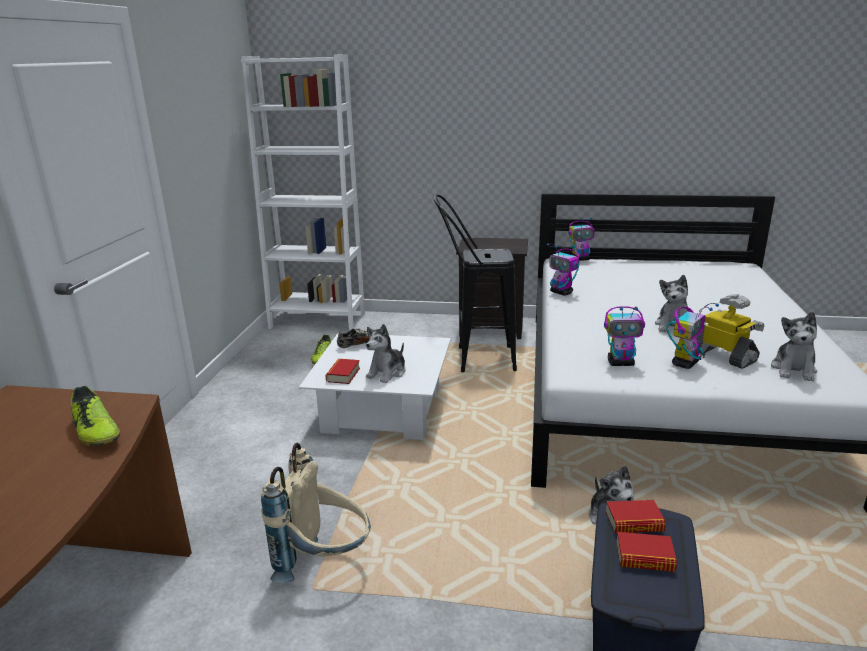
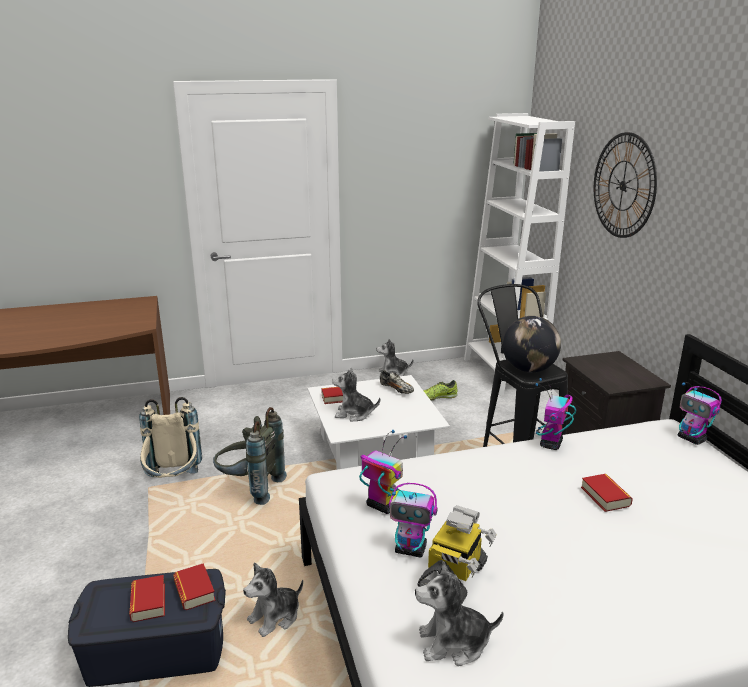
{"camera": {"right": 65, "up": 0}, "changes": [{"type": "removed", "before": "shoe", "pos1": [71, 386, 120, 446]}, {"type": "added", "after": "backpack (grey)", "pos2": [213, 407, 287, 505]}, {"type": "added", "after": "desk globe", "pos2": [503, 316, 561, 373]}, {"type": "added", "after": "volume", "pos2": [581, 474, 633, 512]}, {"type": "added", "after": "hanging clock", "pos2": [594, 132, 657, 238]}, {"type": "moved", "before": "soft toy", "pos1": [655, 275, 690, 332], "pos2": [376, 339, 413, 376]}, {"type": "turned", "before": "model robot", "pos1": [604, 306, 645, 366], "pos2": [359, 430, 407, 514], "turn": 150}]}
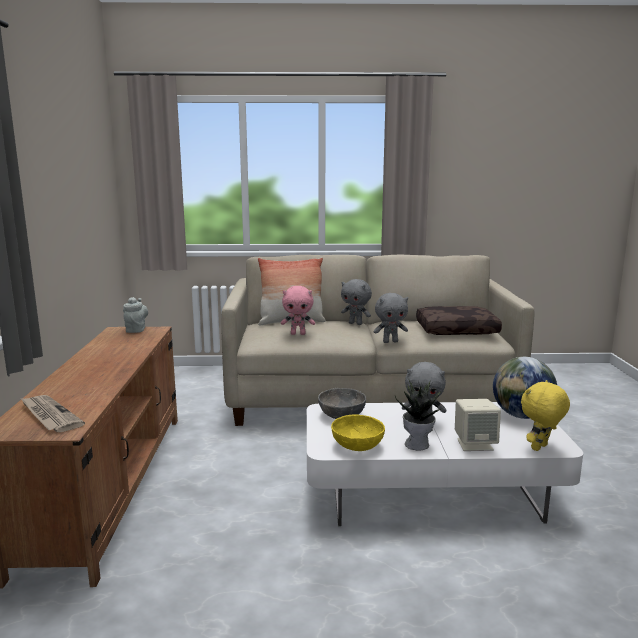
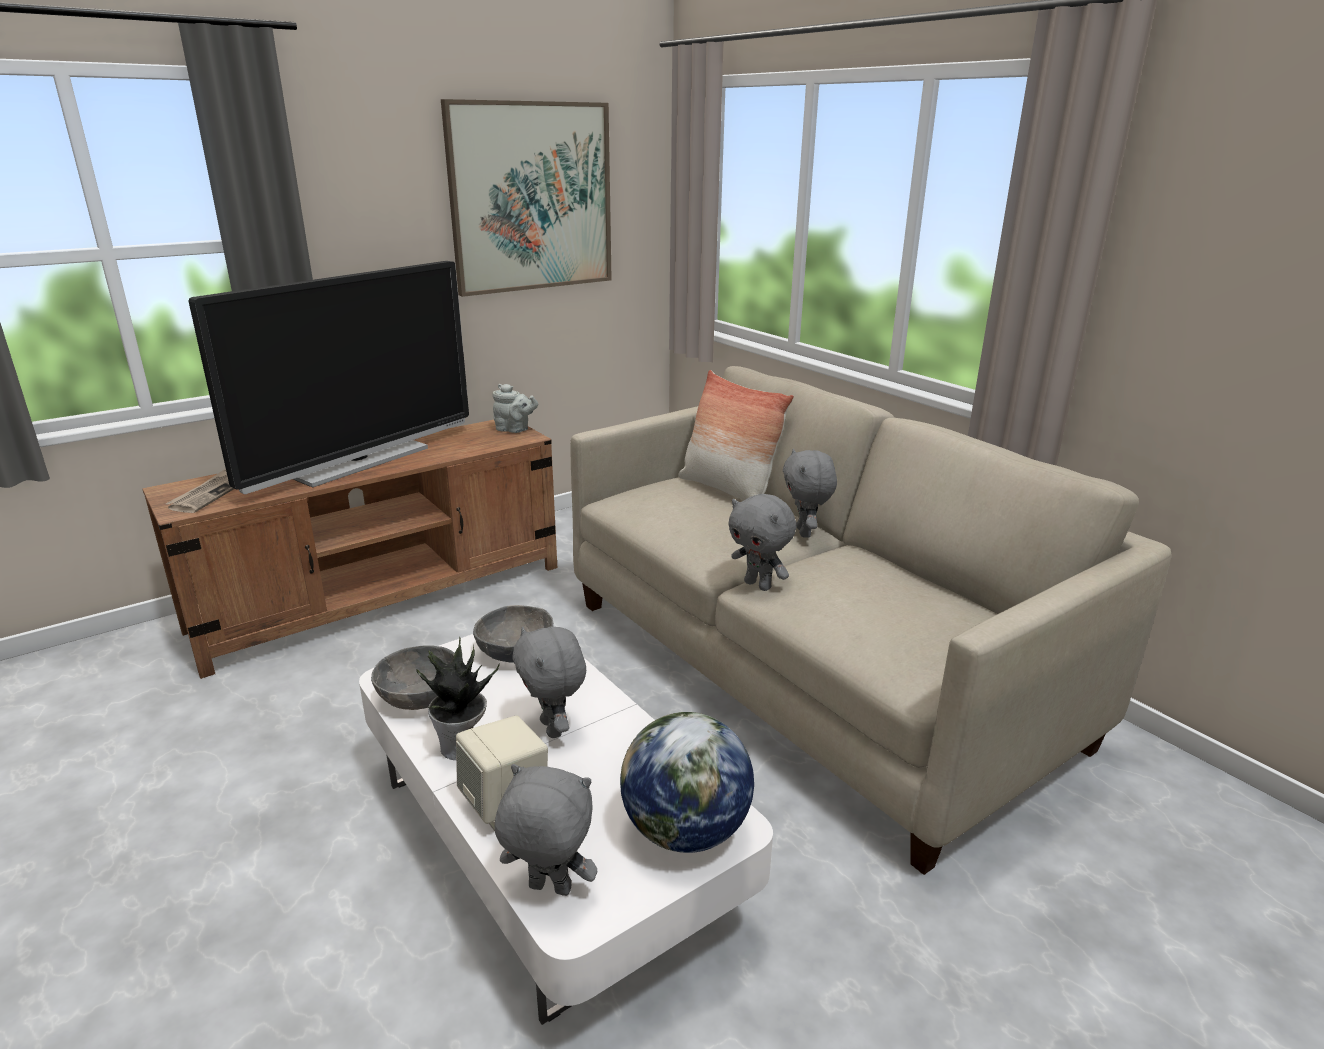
{"camera": {"right": 55, "up": 10}, "changes": [{"type": "removed", "before": "soft toy (pink-coloured)", "pos1": [281, 286, 315, 335]}, {"type": "removed", "before": "pillow (brown-coloured)", "pos1": [416, 306, 502, 335]}, {"type": "added", "after": "television", "pos2": [189, 261, 469, 494]}, {"type": "added", "after": "wall art", "pos2": [441, 99, 612, 297]}, {"type": "recoloured", "before": "bowl (yellow-coloured)", "after": "bowl (grey)", "pos1": [331, 414, 385, 451], "pos2": [371, 645, 455, 710]}, {"type": "recoloured", "before": "soft toy (yellow-coloured)", "after": "soft toy (grey)", "pos1": [521, 380, 570, 451], "pos2": [495, 764, 597, 896]}, {"type": "turned", "before": "tea pot (grey)", "pos1": [123, 297, 148, 333], "pos2": [493, 384, 538, 433], "turn": 60}]}
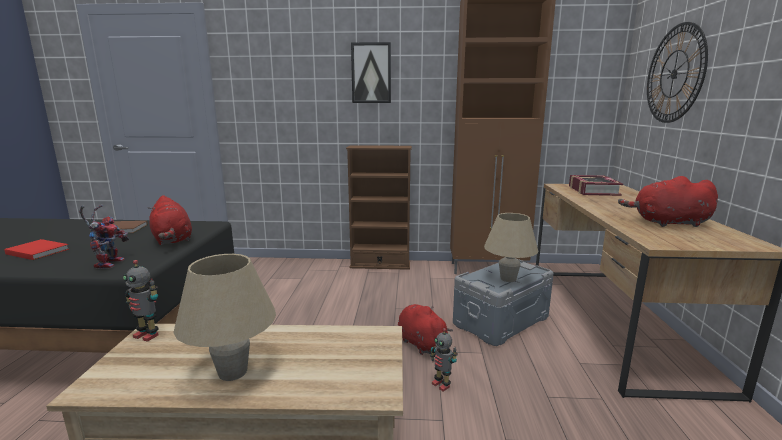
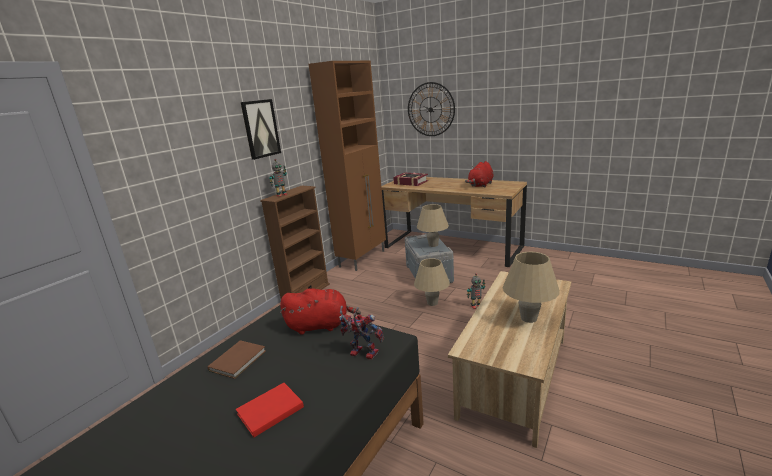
{"camera": {"right": -60, "up": 5}, "changes": [{"type": "moved", "before": "model robot", "pos1": [123, 260, 159, 342], "pos2": [269, 159, 288, 197]}, {"type": "replaced", "before": "soft toy (reddish)", "after": "table lamp (sand-coloured)", "pos1": [398, 304, 453, 355], "pos2": [414, 258, 450, 306]}]}
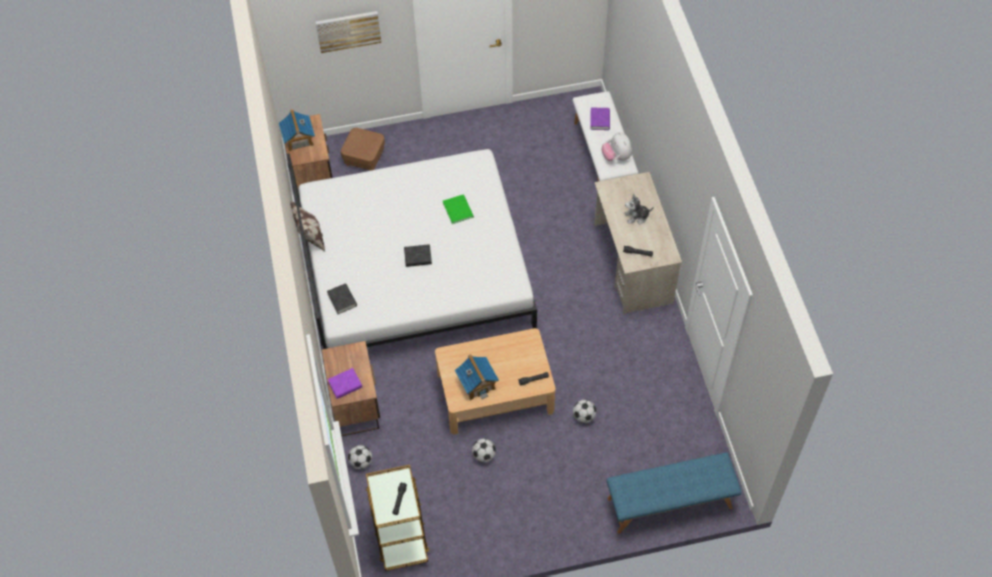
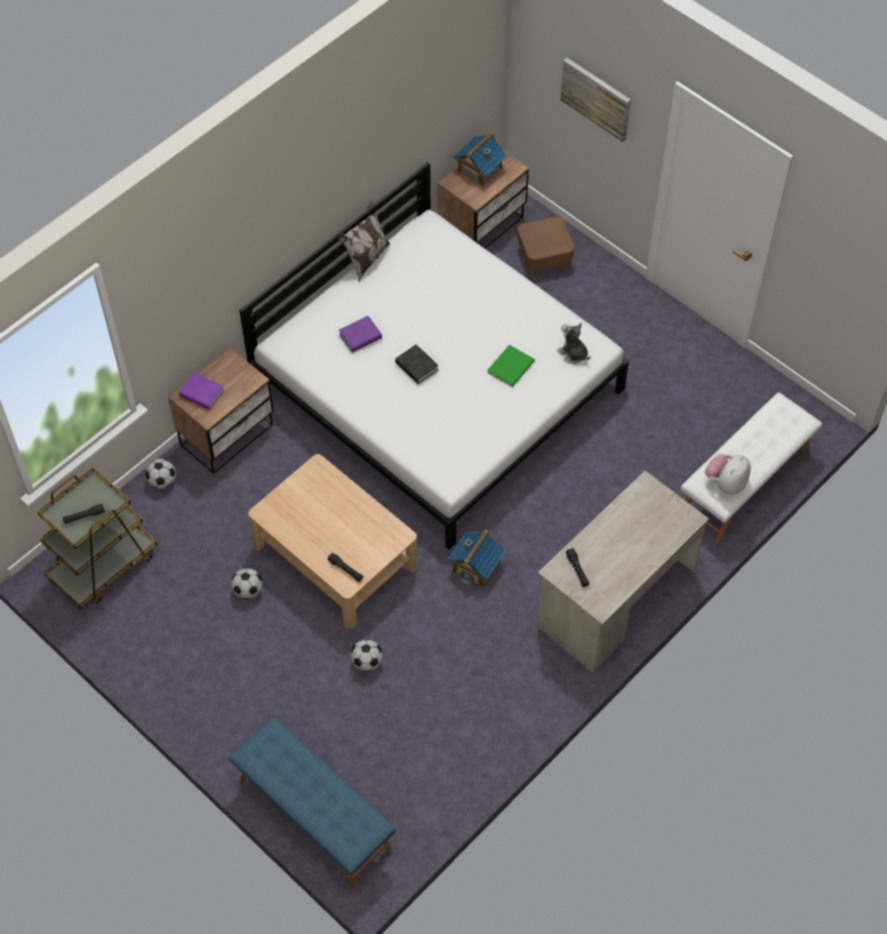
{"camera": {"right": 55, "up": 0}, "changes": [{"type": "removed", "before": "volume (black-coloured)", "pos1": [327, 283, 357, 314]}, {"type": "moved", "before": "model house", "pos1": [455, 355, 499, 400], "pos2": [447, 529, 505, 588]}, {"type": "moved", "before": "volume (purplish)", "pos1": [590, 108, 610, 130], "pos2": [339, 316, 382, 353]}, {"type": "moved", "before": "soft toy", "pos1": [625, 193, 654, 224], "pos2": [557, 323, 591, 364]}]}
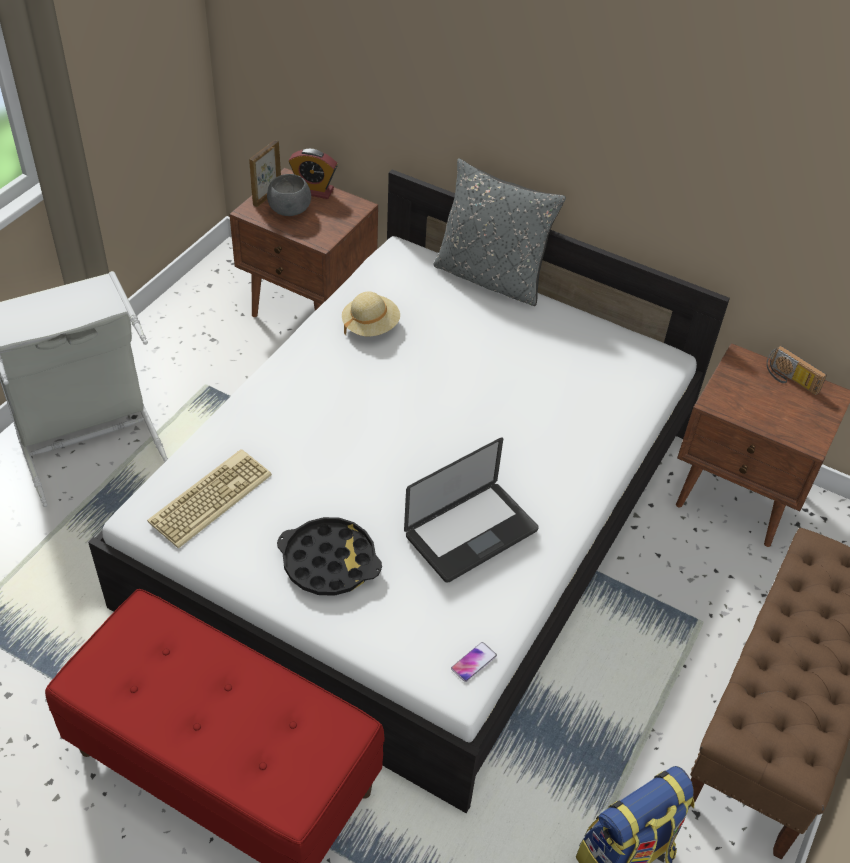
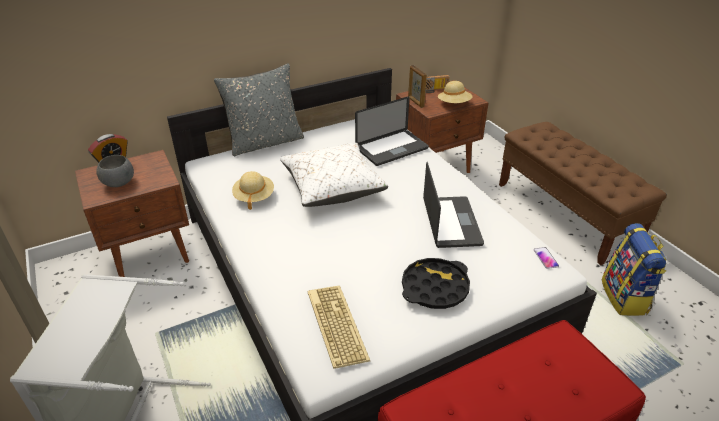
{"camera": {"right": -55, "up": -10}, "changes": [{"type": "added", "after": "pillow (whitish)", "pos2": [280, 143, 388, 207]}, {"type": "added", "after": "notebook computer", "pos2": [355, 97, 429, 166]}, {"type": "added", "after": "clothing hat (sand-coloured)", "pos2": [438, 81, 473, 103]}, {"type": "moved", "before": "picture frame", "pos1": [249, 140, 281, 207], "pos2": [408, 65, 427, 108]}]}
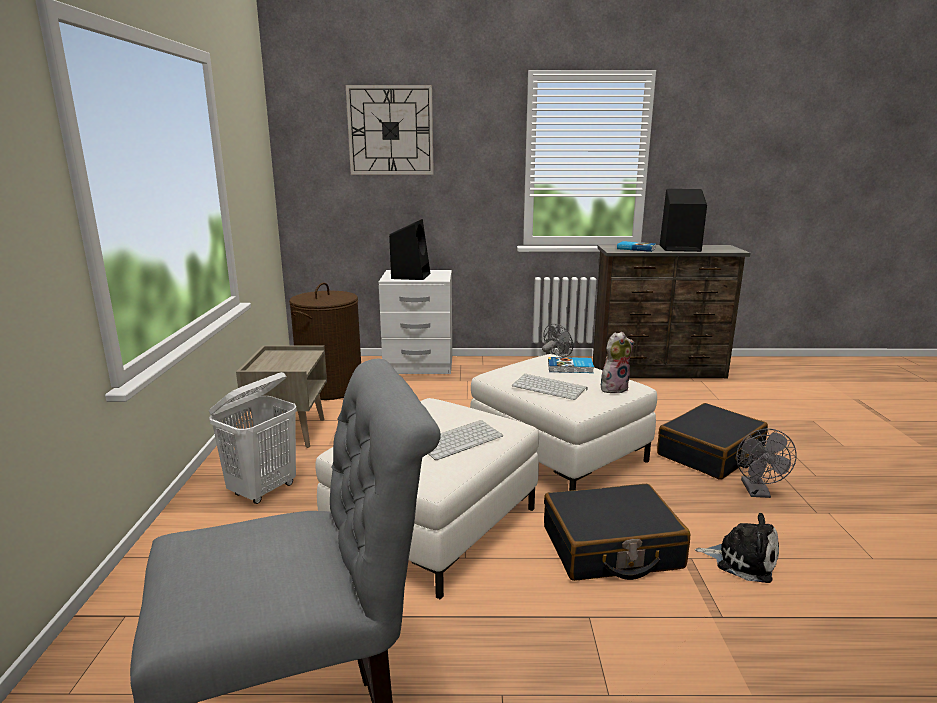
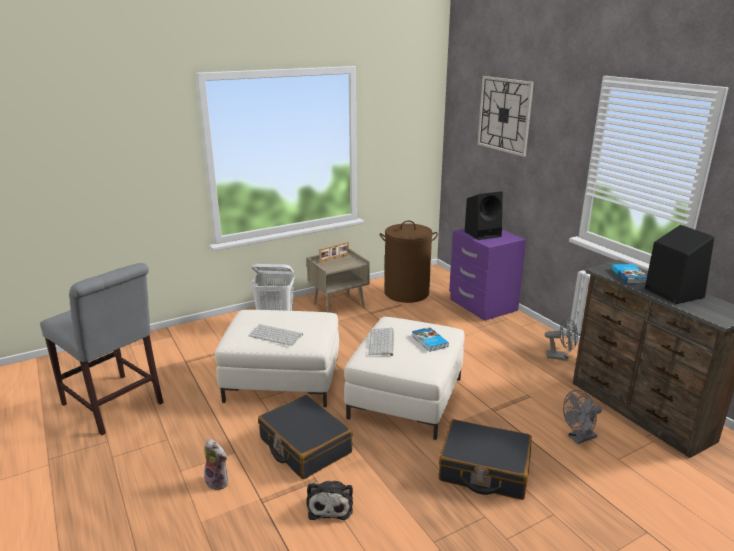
{"camera": {"right": 60, "up": 5}, "changes": [{"type": "added", "after": "picture frame", "pos2": [319, 242, 349, 263]}, {"type": "moved", "before": "soft toy", "pos1": [601, 332, 634, 393], "pos2": [204, 439, 228, 491]}, {"type": "moved", "before": "fan (grey)", "pos1": [736, 428, 797, 498], "pos2": [563, 390, 602, 444]}, {"type": "recoloured", "before": "night table (whitish)", "after": "night table (purplish)", "pos1": [379, 270, 452, 374], "pos2": [449, 229, 526, 321]}]}
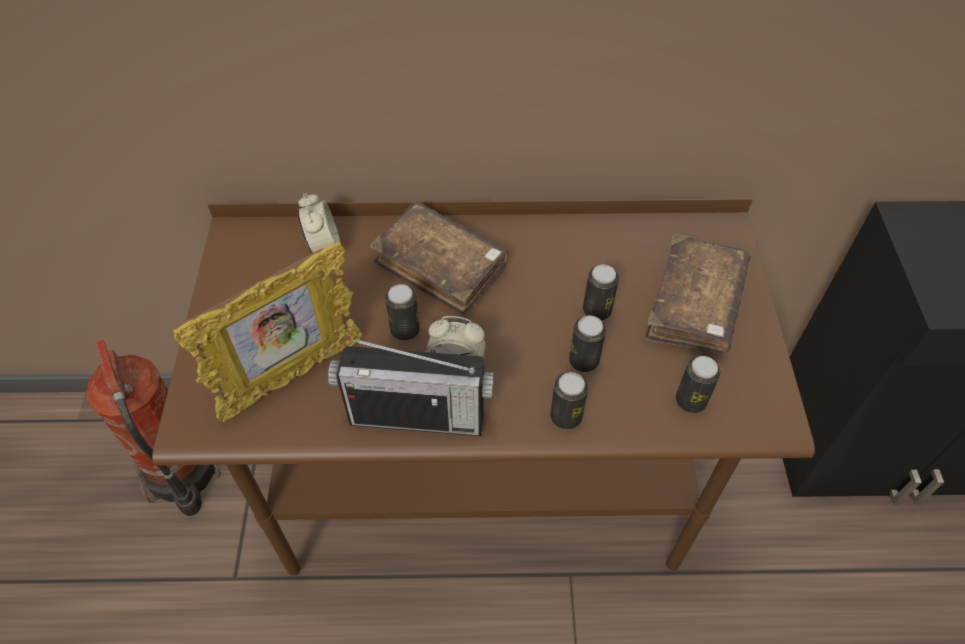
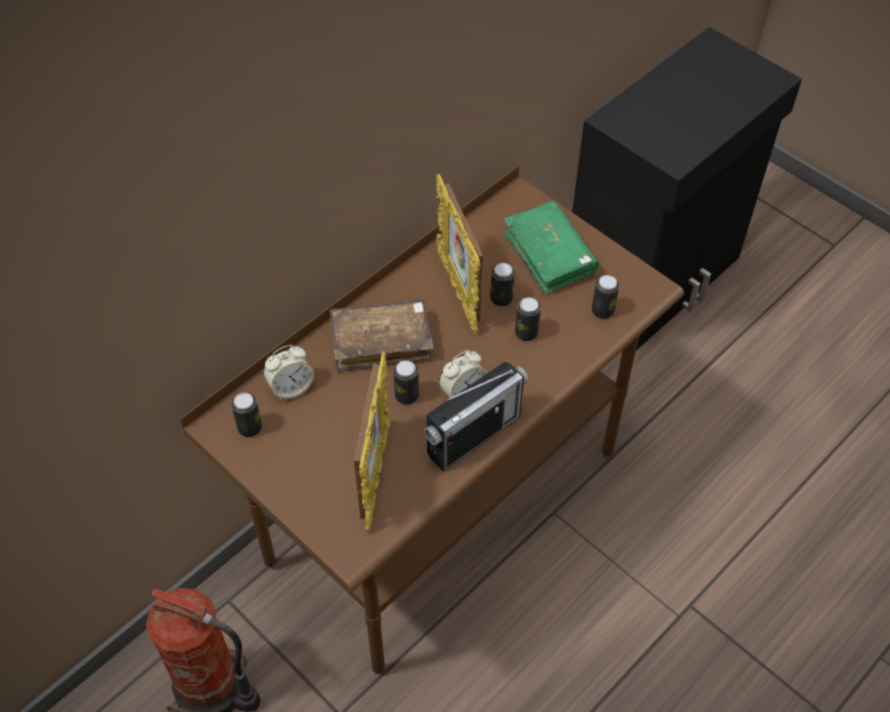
{"camera": {"right": -45, "up": 0}, "changes": [{"type": "added", "after": "picture frame", "pos2": [436, 174, 483, 333]}, {"type": "moved", "before": "sealed can", "pos1": [550, 372, 588, 430], "pos2": [231, 392, 262, 437]}, {"type": "recoloured", "before": "volume (brown-coloured)", "after": "volume (green-coloured)", "pos1": [645, 234, 751, 354], "pos2": [504, 201, 599, 296]}, {"type": "turned", "before": "bedside clock", "pos1": [298, 193, 341, 254], "pos2": [263, 345, 314, 400], "turn": 120}]}
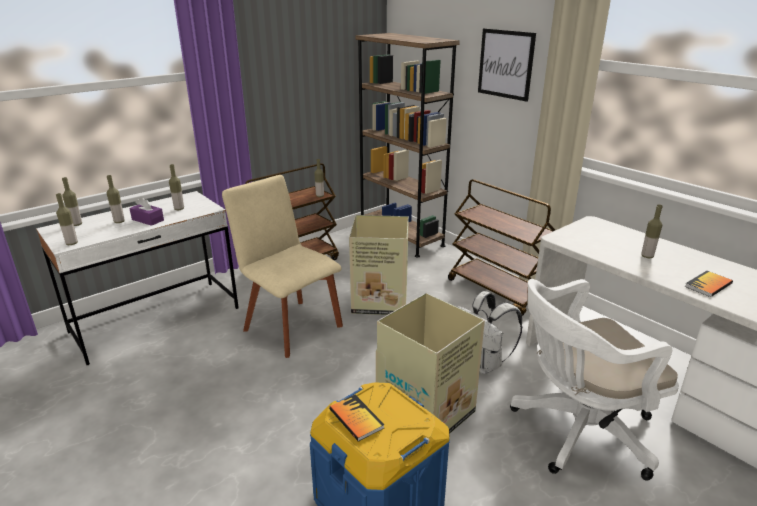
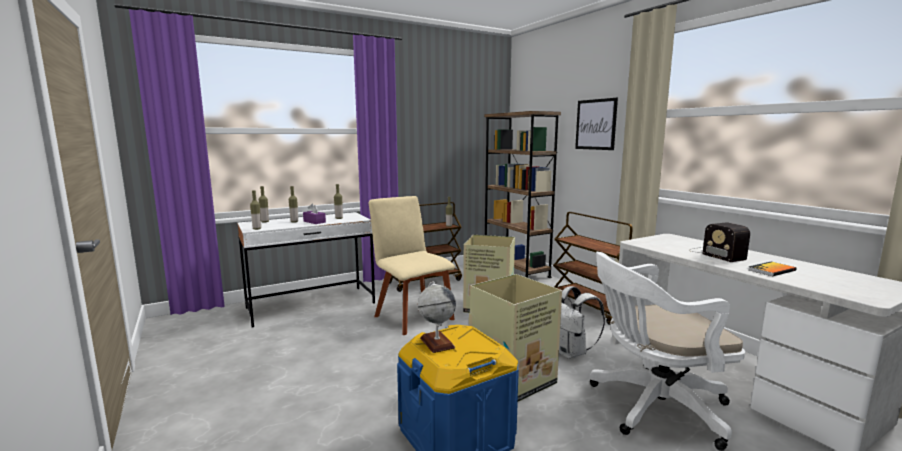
{"camera": {"right": 10, "up": -15}, "changes": [{"type": "replaced", "before": "volume", "after": "desk globe", "pos1": [329, 395, 384, 442], "pos2": [418, 281, 456, 353]}, {"type": "replaced", "before": "beverage bottle", "after": "radio receiver", "pos1": [641, 205, 662, 258], "pos2": [690, 222, 750, 262]}]}
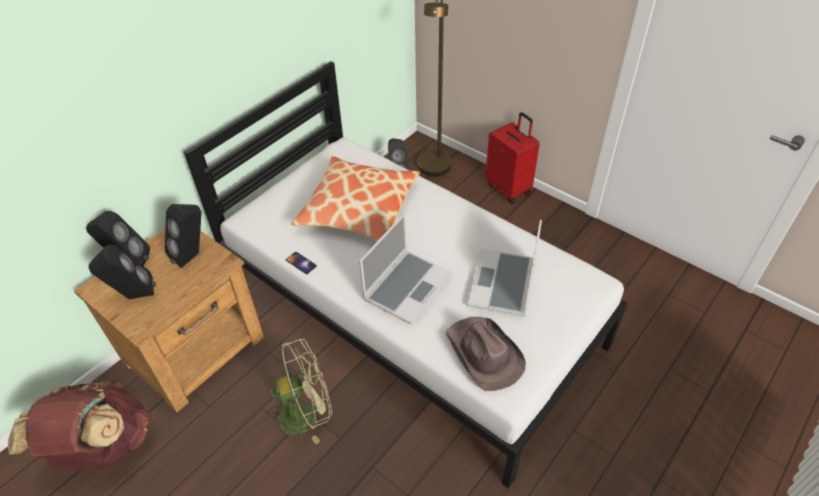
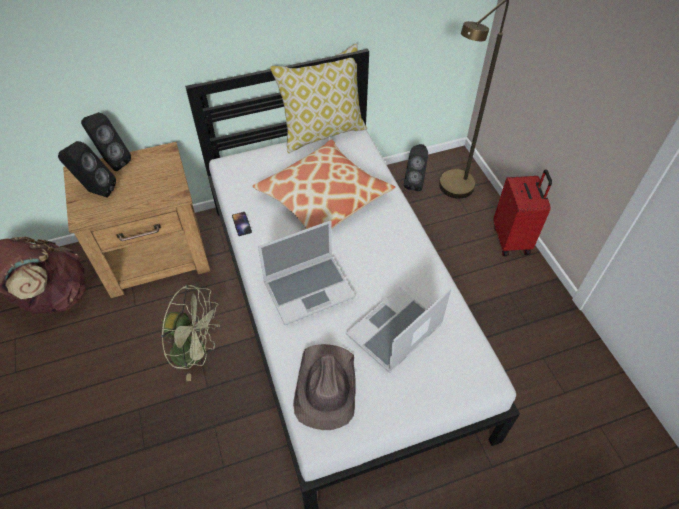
{"camera": {"right": 30, "up": 5}, "changes": [{"type": "removed", "before": "audio speaker (black-coloured)", "pos1": [165, 204, 201, 268]}, {"type": "added", "after": "pillow", "pos2": [270, 43, 367, 153]}]}
